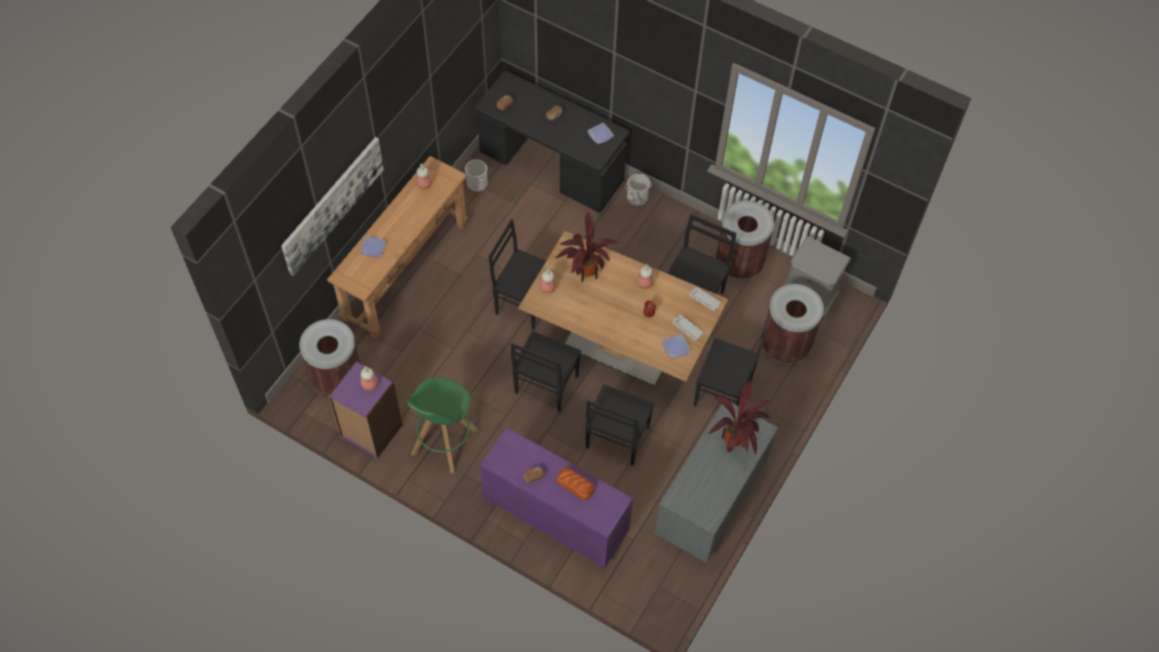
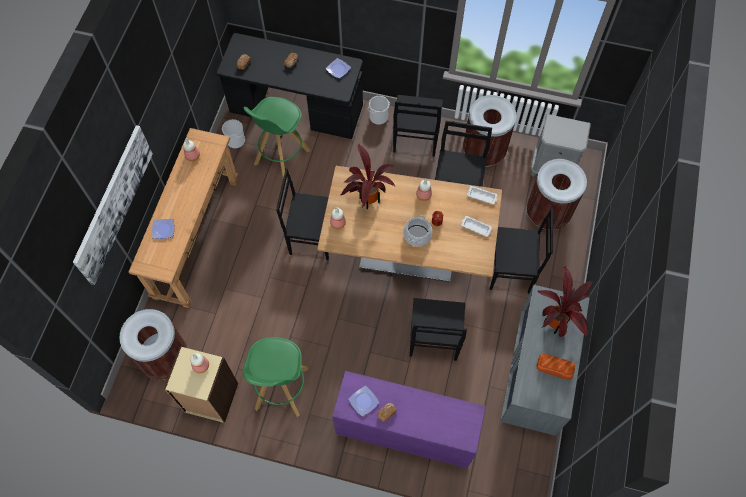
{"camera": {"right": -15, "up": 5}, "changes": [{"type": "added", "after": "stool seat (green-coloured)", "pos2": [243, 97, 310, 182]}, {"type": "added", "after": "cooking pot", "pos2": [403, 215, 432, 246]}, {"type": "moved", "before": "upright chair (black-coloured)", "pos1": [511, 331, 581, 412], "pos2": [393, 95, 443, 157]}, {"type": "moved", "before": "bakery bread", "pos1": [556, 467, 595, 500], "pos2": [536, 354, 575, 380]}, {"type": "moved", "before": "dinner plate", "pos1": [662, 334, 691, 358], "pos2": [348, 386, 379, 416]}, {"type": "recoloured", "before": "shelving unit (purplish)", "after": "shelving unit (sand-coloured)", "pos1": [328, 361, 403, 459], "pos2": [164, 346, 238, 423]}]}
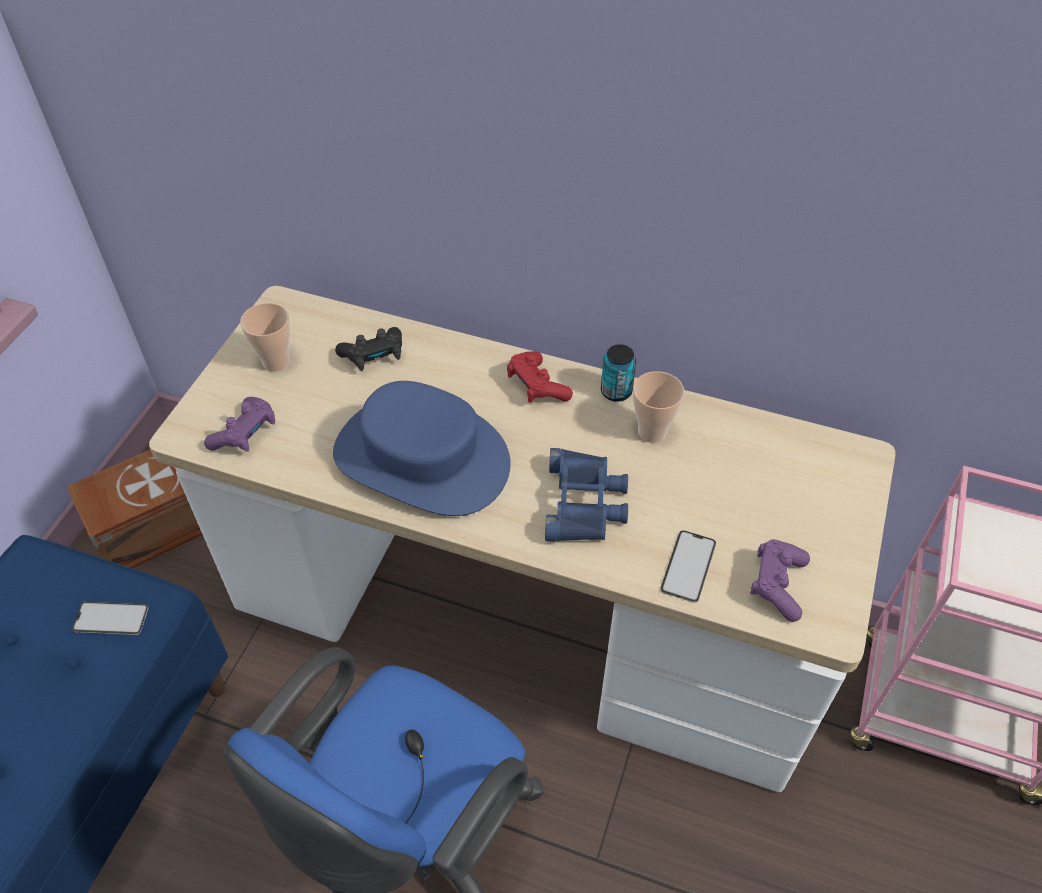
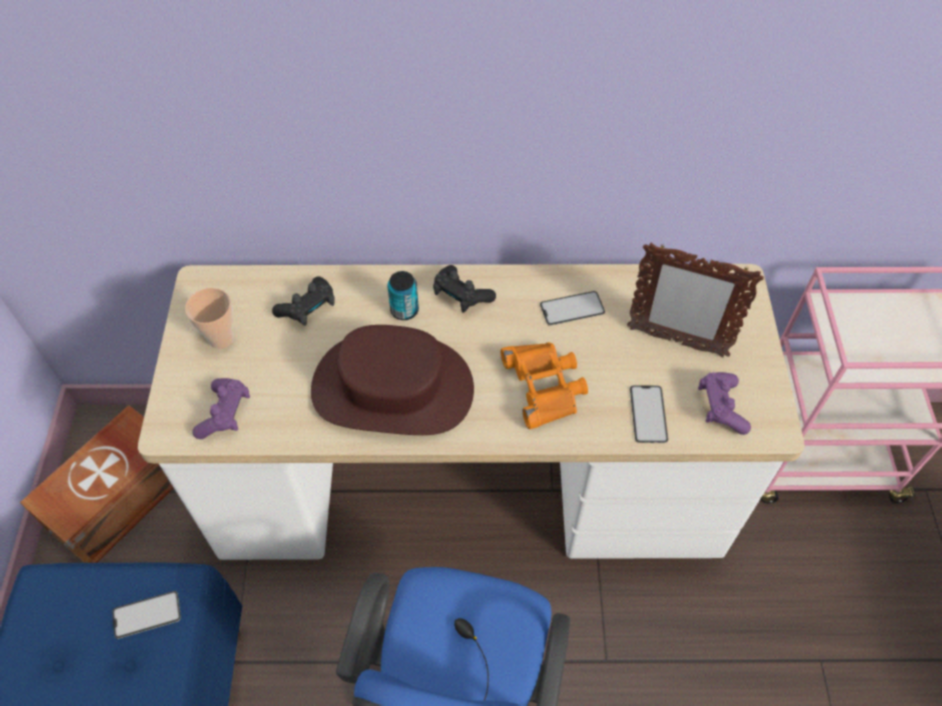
{"camera": {"right": -20, "up": 5}, "changes": [{"type": "added", "after": "picture frame", "pos2": [627, 243, 764, 358]}, {"type": "moved", "before": "sealed can", "pos1": [601, 344, 636, 402], "pos2": [387, 271, 419, 320]}, {"type": "replaced", "before": "drinking cup", "after": "phone", "pos1": [633, 371, 685, 443], "pos2": [540, 291, 605, 326]}, {"type": "recoloured", "before": "clothing hat (bluish)", "after": "clothing hat (brown-coloured)", "pos1": [333, 381, 511, 516], "pos2": [311, 325, 474, 435]}, {"type": "recoloured", "before": "gamepad (reddish)", "after": "gamepad (black-coloured)", "pos1": [507, 351, 573, 403], "pos2": [433, 265, 496, 313]}, {"type": "recoloured", "before": "pair of binoculars (bluish)", "after": "pair of binoculars (orangey)", "pos1": [545, 448, 628, 542], "pos2": [501, 342, 588, 429]}]}
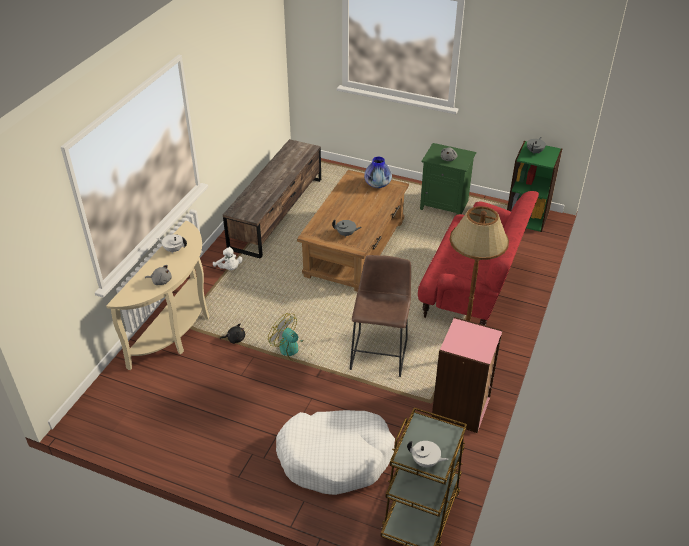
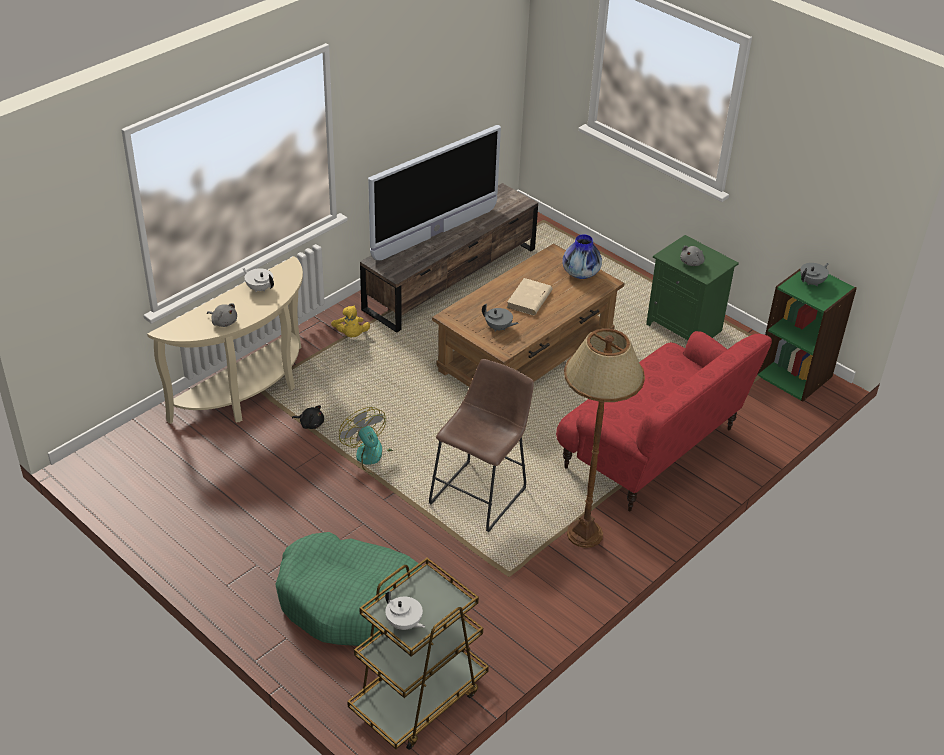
{"camera": {"right": 20, "up": 0}, "changes": [{"type": "removed", "before": "shelving unit (pink-coloured)", "pos1": [432, 317, 503, 433]}, {"type": "added", "after": "television", "pos2": [368, 125, 501, 260]}, {"type": "added", "after": "volume (sand-coloured)", "pos2": [507, 278, 552, 315]}, {"type": "recoloured", "before": "soft toy (whitish)", "after": "soft toy (yellow-coloured)", "pos1": [213, 247, 242, 270], "pos2": [331, 305, 370, 337]}, {"type": "recoloured", "before": "dog bed (whitish)", "after": "dog bed (green-coloured)", "pos1": [276, 410, 395, 495], "pos2": [276, 532, 422, 646]}]}
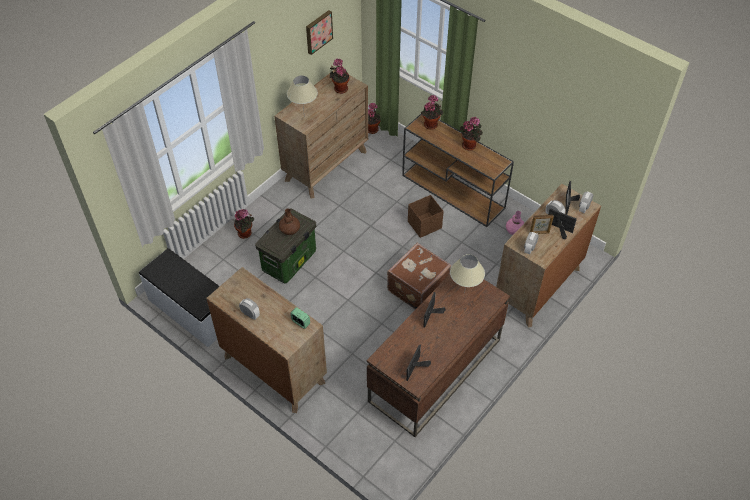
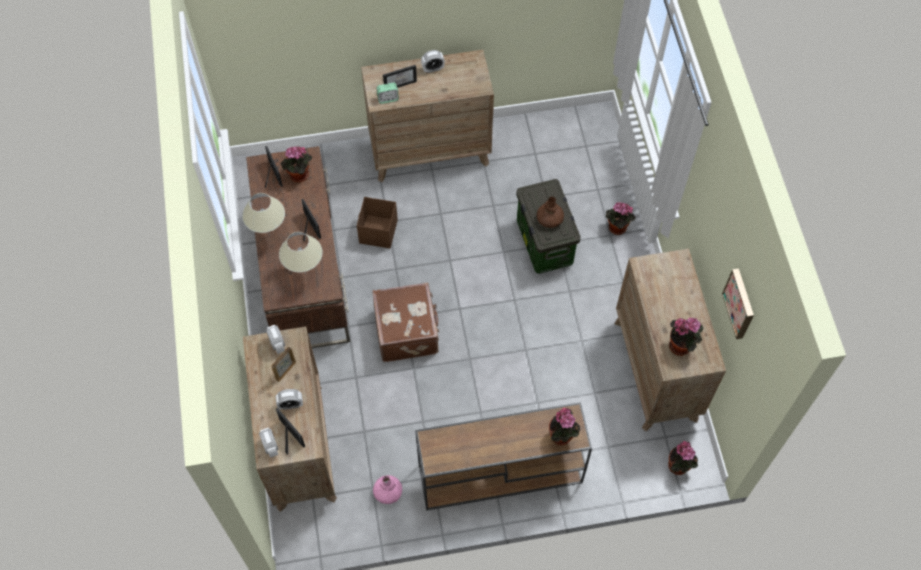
{"camera": {"right": 130, "up": 10}, "changes": [{"type": "removed", "before": "long seat (whitish)", "pos1": [139, 248, 220, 347]}, {"type": "moved", "before": "table lamp (sand-coloured)", "pos1": [287, 75, 318, 110], "pos2": [242, 193, 285, 236]}, {"type": "moved", "before": "storage container (brown-coloured)", "pos1": [408, 195, 444, 238], "pos2": [357, 197, 398, 248]}, {"type": "moved", "before": "houseplant", "pos1": [460, 117, 483, 151], "pos2": [280, 146, 312, 183]}, {"type": "moved", "before": "picture frame", "pos1": [548, 208, 577, 240], "pos2": [382, 65, 417, 88]}]}
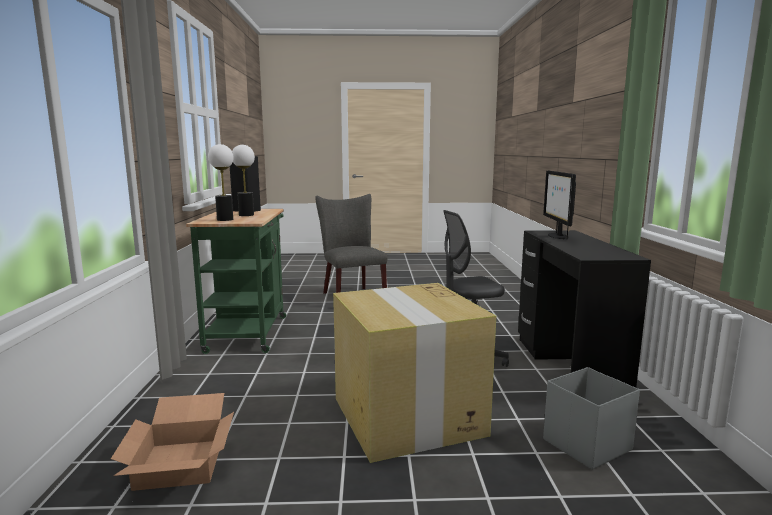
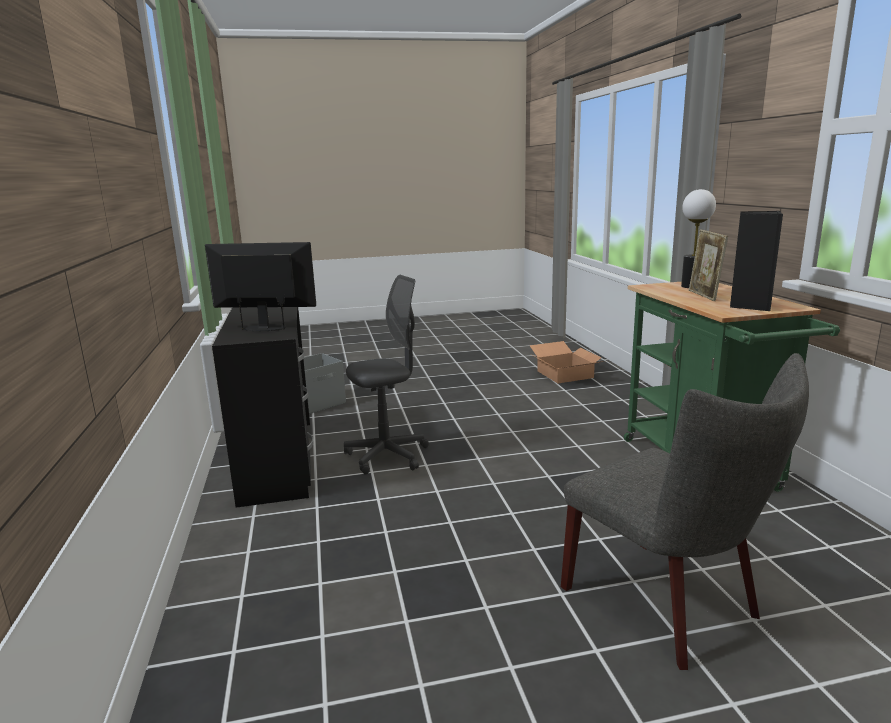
{"camera": {"right": 170, "up": 5}, "changes": [{"type": "removed", "before": "packing box", "pos1": [333, 283, 496, 463]}, {"type": "replaced", "before": "table lamp", "after": "picture frame", "pos1": [232, 145, 255, 216], "pos2": [689, 229, 728, 301]}, {"type": "turned", "before": "monitor", "pos1": [543, 171, 576, 239], "pos2": [205, 242, 316, 331], "turn": -75}]}
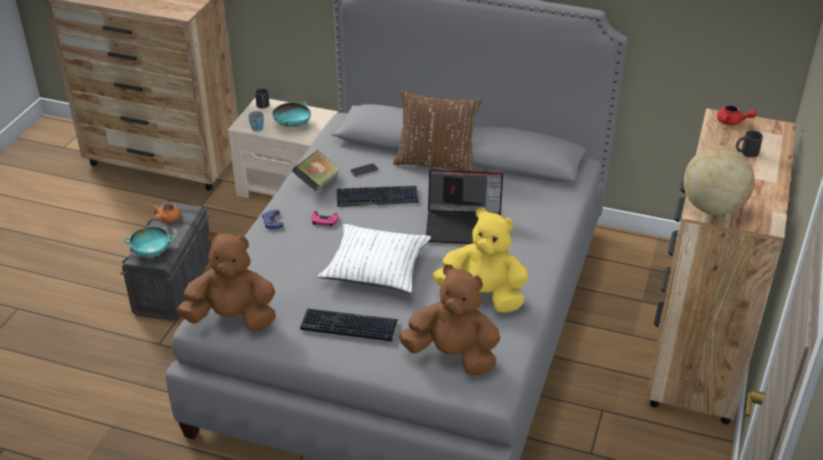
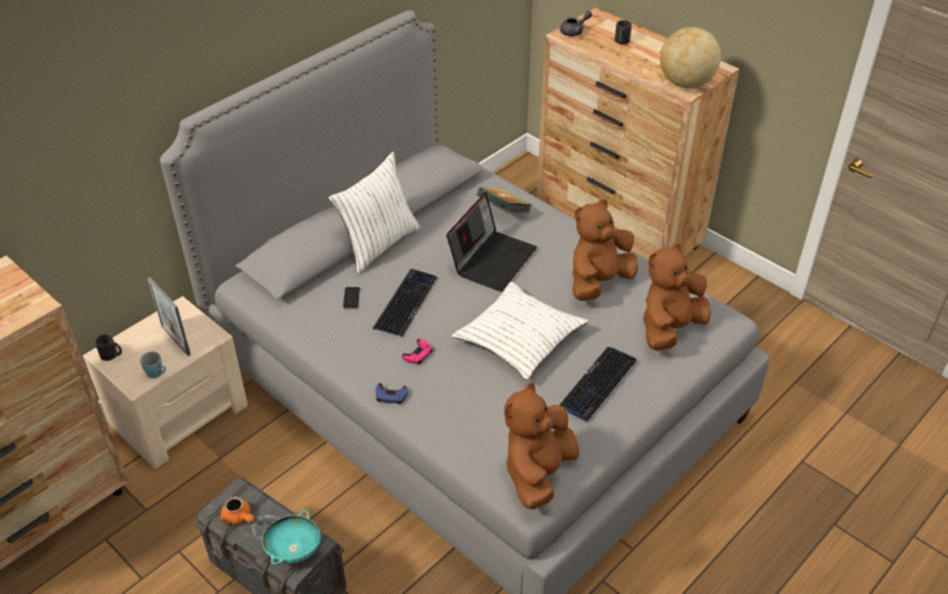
{"camera": {"right": -65, "up": 5}, "changes": [{"type": "moved", "before": "volume", "pos1": [292, 150, 341, 191], "pos2": [477, 187, 532, 213]}, {"type": "replaced", "before": "bowl (turquoise)", "after": "picture frame", "pos1": [272, 102, 311, 127], "pos2": [147, 277, 191, 356]}, {"type": "recoloured", "before": "pillow (brown-coloured)", "after": "pillow (whitish)", "pos1": [393, 89, 482, 171], "pos2": [328, 152, 420, 274]}, {"type": "recoloured", "before": "soft toy (yellow-coloured)", "after": "soft toy (brown-coloured)", "pos1": [433, 208, 528, 313], "pos2": [572, 199, 638, 301]}, {"type": "recoloured", "before": "tea pot (reddish)", "after": "tea pot (grey)", "pos1": [717, 103, 757, 125], "pos2": [560, 11, 592, 36]}]}
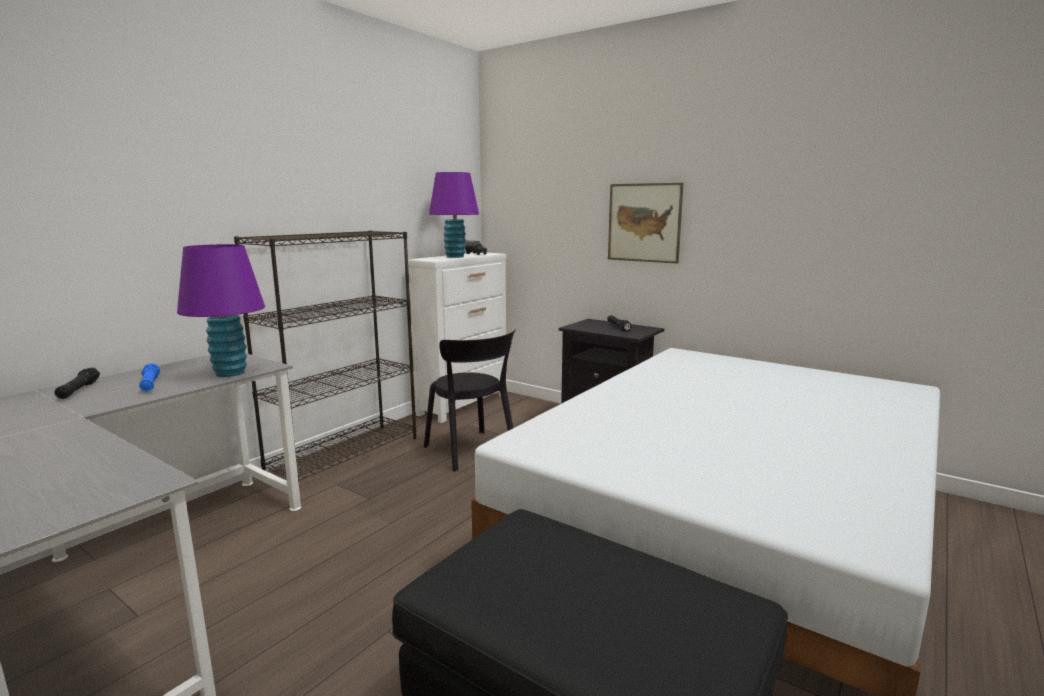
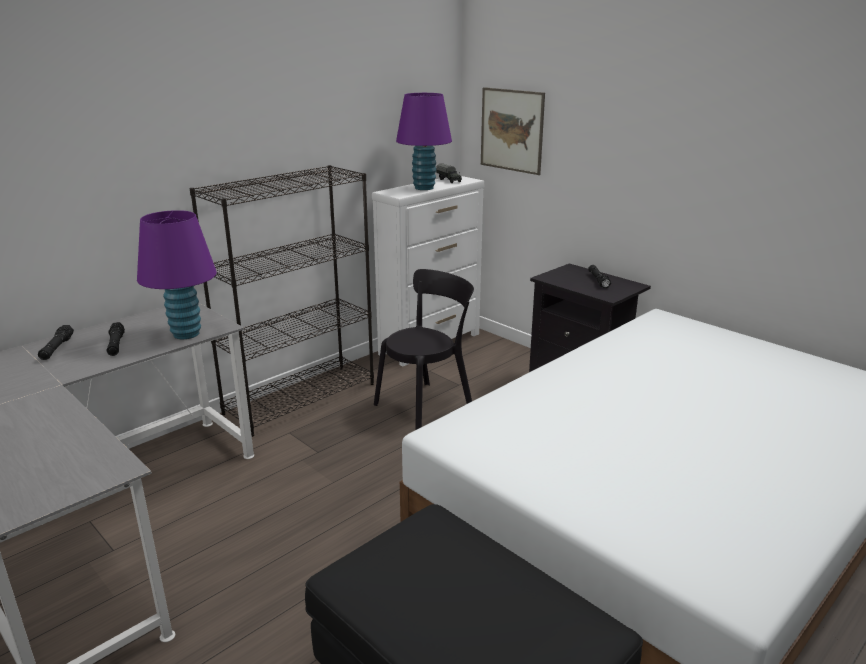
{"camera": {"right": 10, "up": 10}, "changes": [{"type": "moved", "before": "wall art", "pos1": [608, 183, 683, 264], "pos2": [481, 87, 545, 175]}, {"type": "recoloured", "before": "flashlight (bluish)", "after": "flashlight (black-coloured)", "pos1": [139, 363, 160, 392], "pos2": [107, 322, 125, 356]}, {"type": "turned", "before": "upright chair (black-coloured)", "pos1": [424, 330, 515, 471], "pos2": [374, 269, 474, 430], "turn": -105}]}
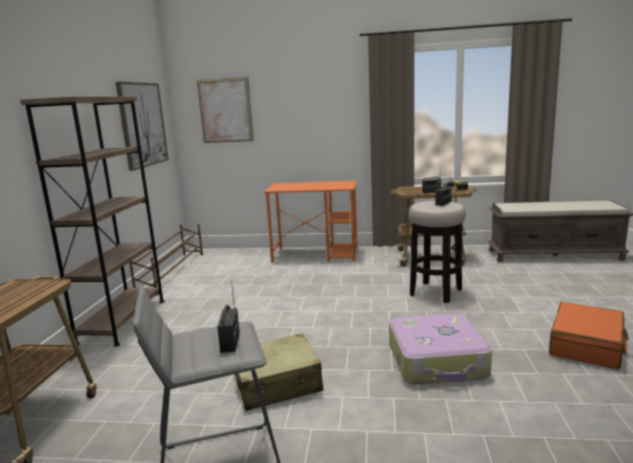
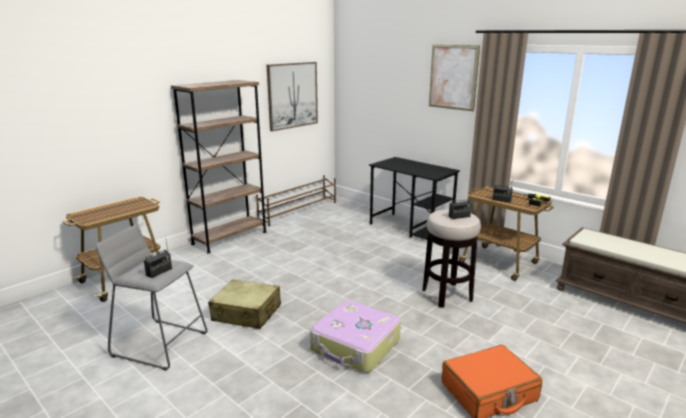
{"camera": {"right": 35, "up": 5}, "changes": [{"type": "moved", "before": "wall art", "pos1": [197, 77, 254, 143], "pos2": [429, 45, 480, 111]}, {"type": "recoloured", "before": "desk (orangey)", "after": "desk (black-coloured)", "pos1": [264, 181, 357, 262], "pos2": [369, 157, 460, 240]}]}
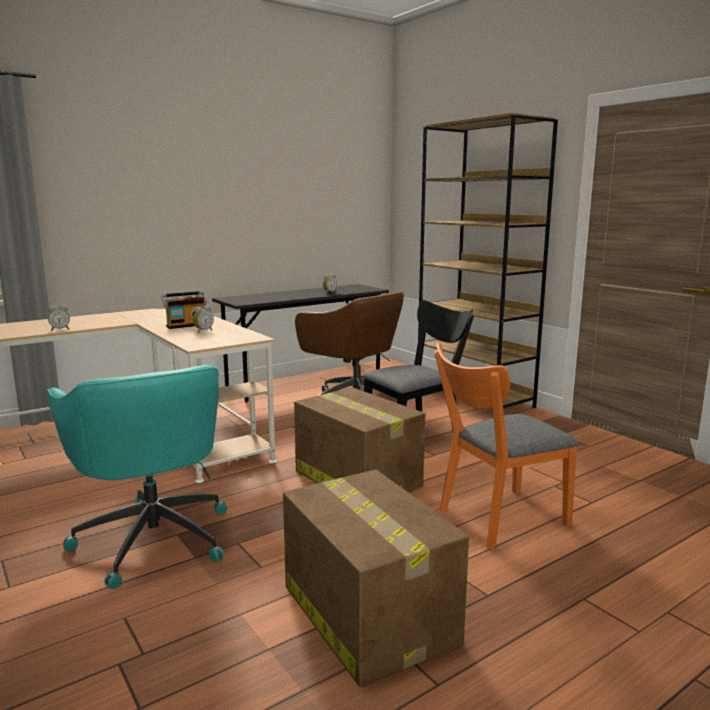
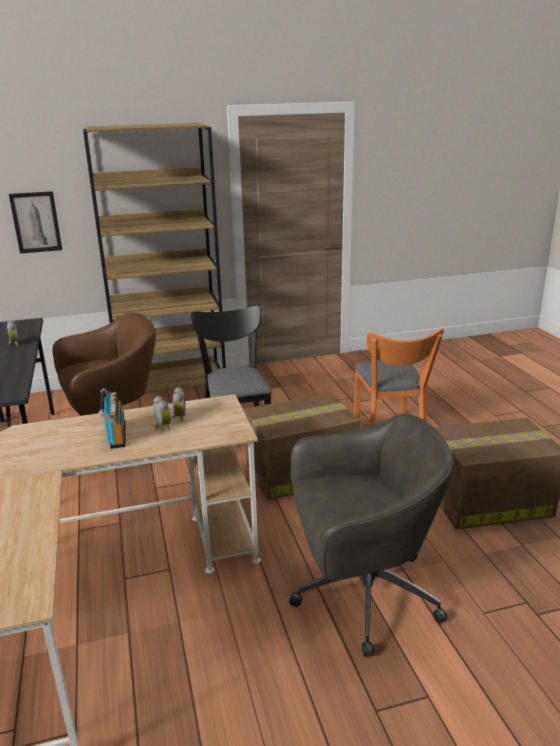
{"camera": {"right": -70, "up": 10}, "changes": [{"type": "added", "after": "wall art", "pos2": [9, 191, 62, 253]}, {"type": "moved", "before": "bedside clock", "pos1": [48, 305, 70, 331], "pos2": [172, 387, 186, 422]}, {"type": "recoloured", "before": "computer chair (turquoise)", "after": "computer chair (grey)", "pos1": [47, 365, 227, 589], "pos2": [289, 414, 454, 657]}]}
